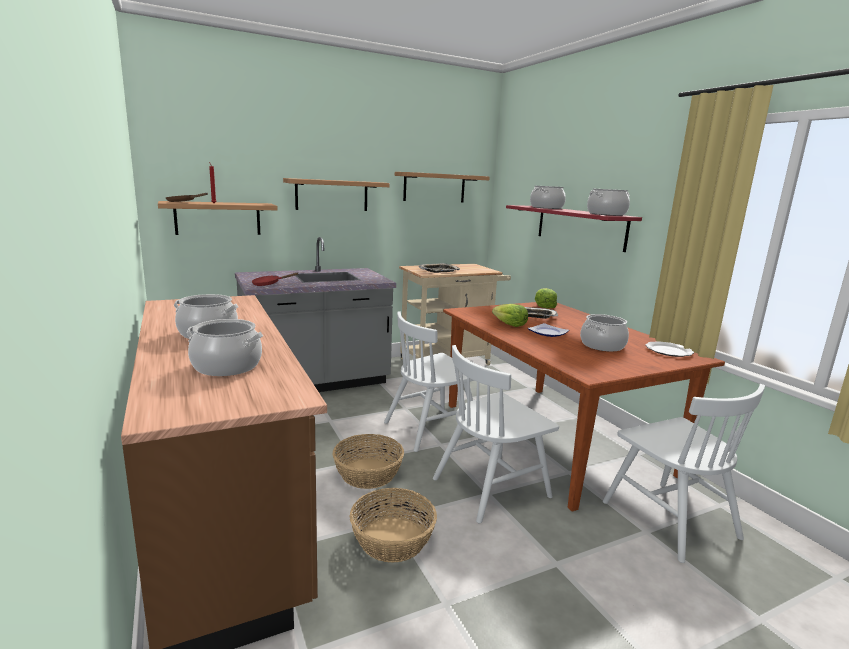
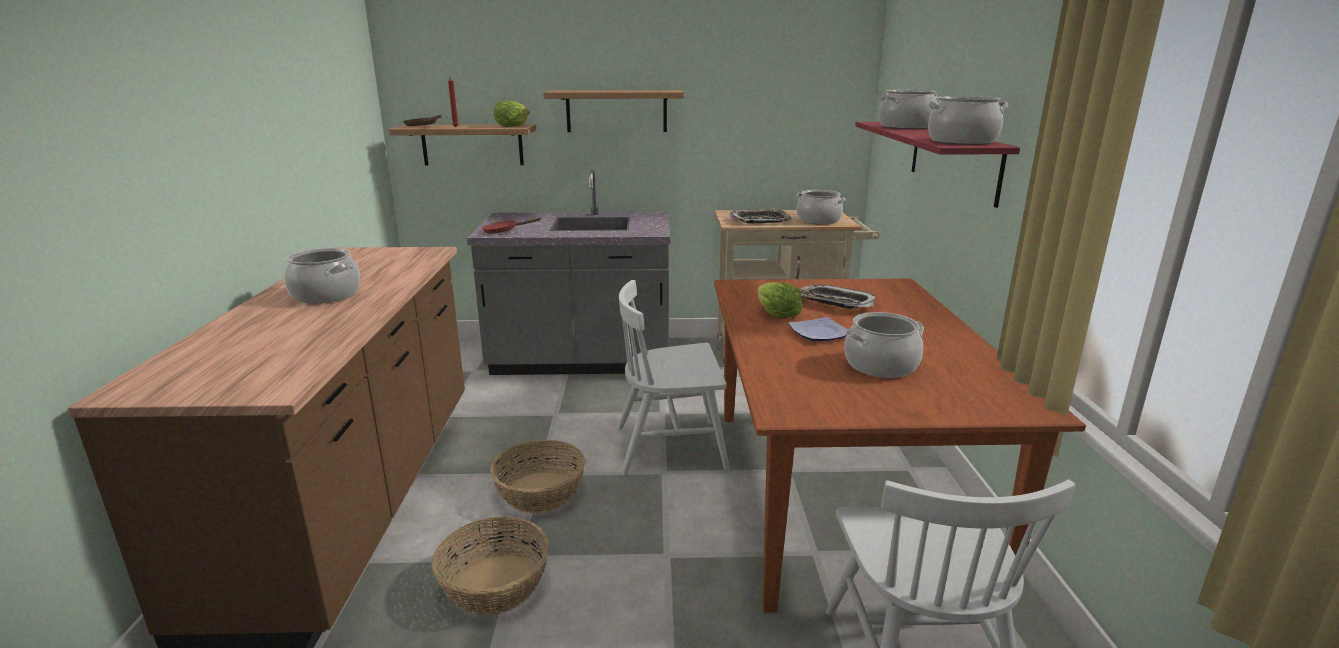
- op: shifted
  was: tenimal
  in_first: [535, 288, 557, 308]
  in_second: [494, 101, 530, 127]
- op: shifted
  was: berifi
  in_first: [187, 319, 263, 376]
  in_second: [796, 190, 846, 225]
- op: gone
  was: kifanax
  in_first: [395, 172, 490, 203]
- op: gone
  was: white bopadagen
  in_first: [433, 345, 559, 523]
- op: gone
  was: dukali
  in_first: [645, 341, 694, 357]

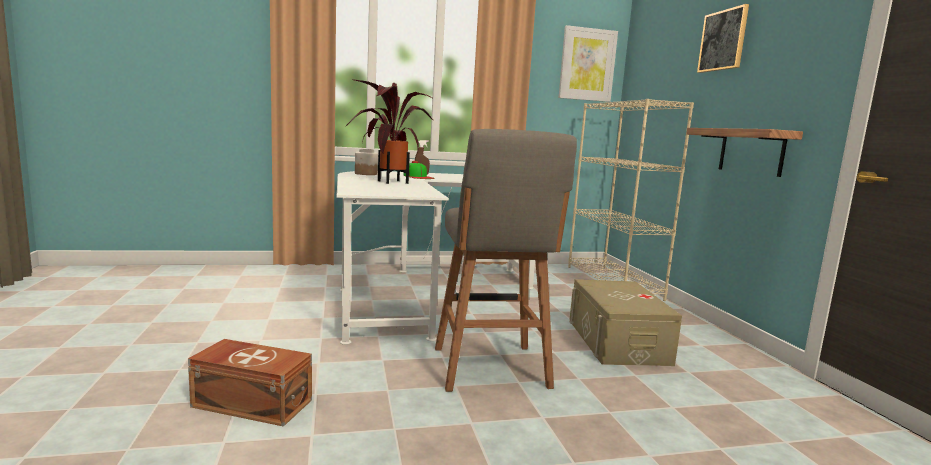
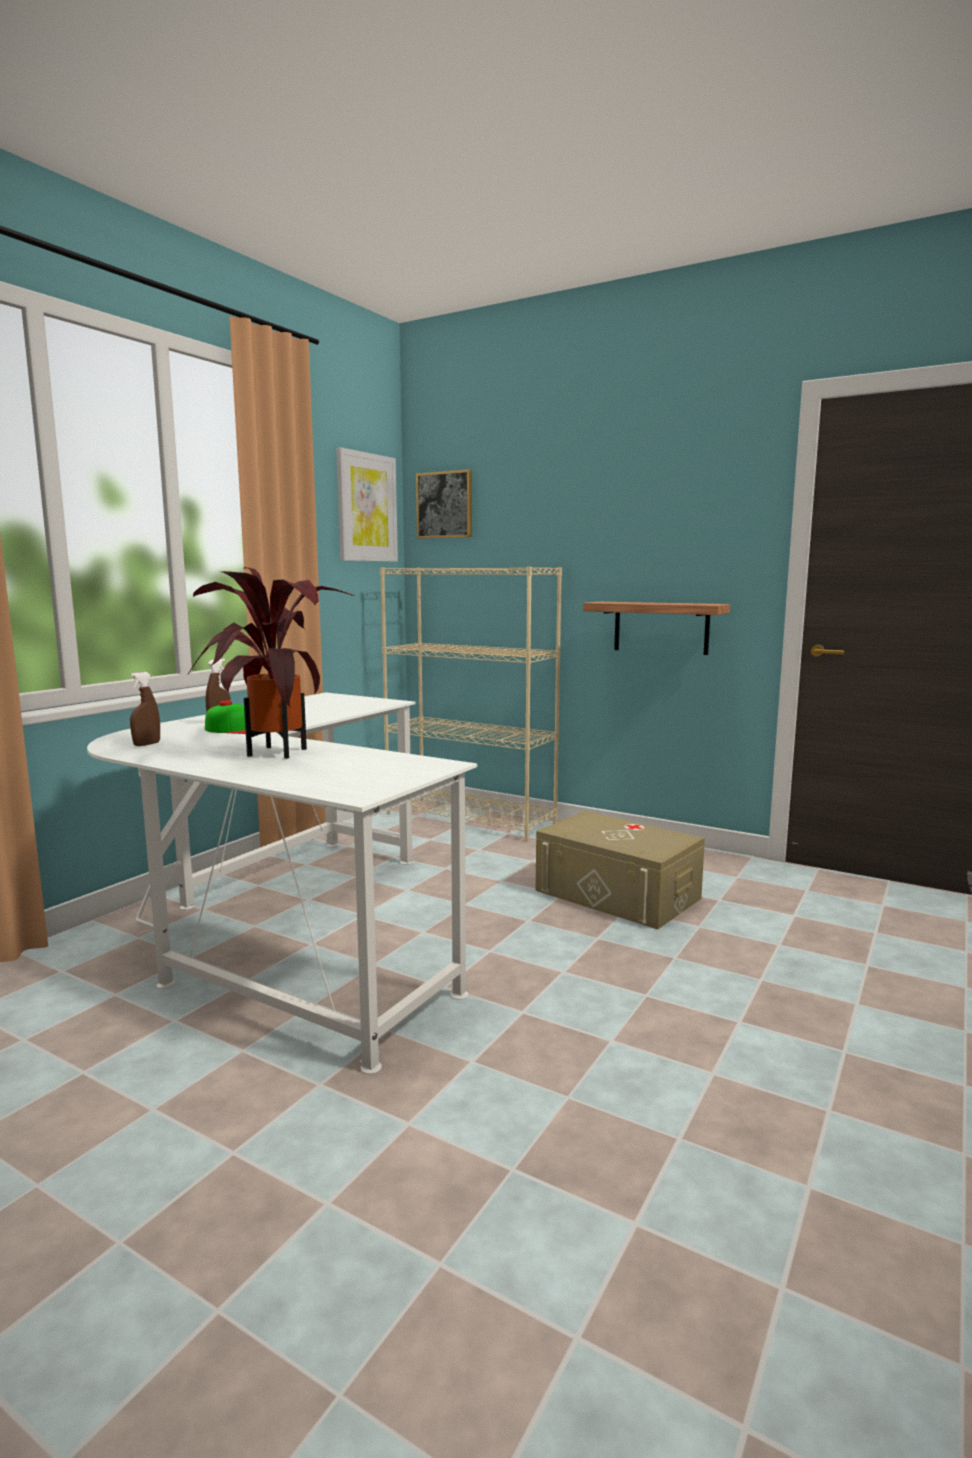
- op: swapped
  was: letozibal
  now: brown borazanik
  in_first: [355, 149, 378, 175]
  in_second: [129, 672, 160, 746]
- op: shifted
  was: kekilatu
  in_first: [697, 4, 749, 73]
  in_second: [416, 469, 472, 539]
- op: gone
  was: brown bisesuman
  in_first: [188, 339, 312, 427]
- op: gone
  was: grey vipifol
  in_first: [435, 129, 577, 392]

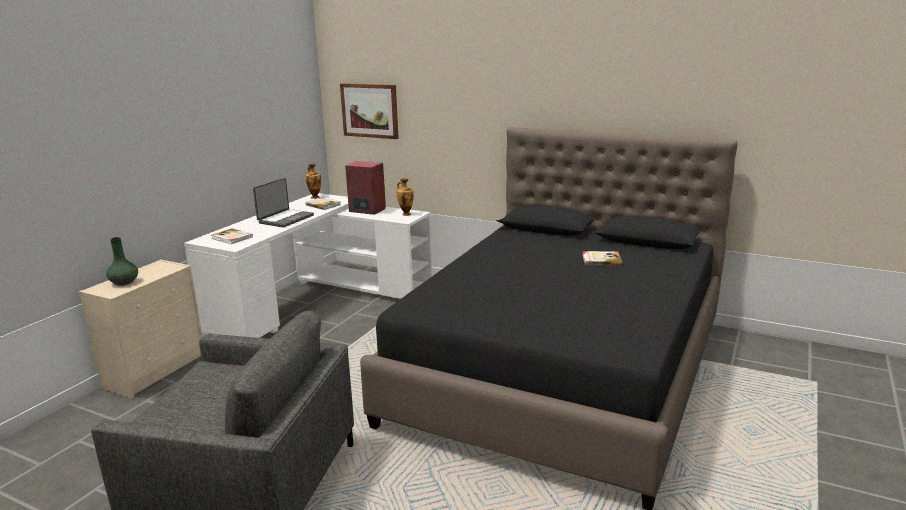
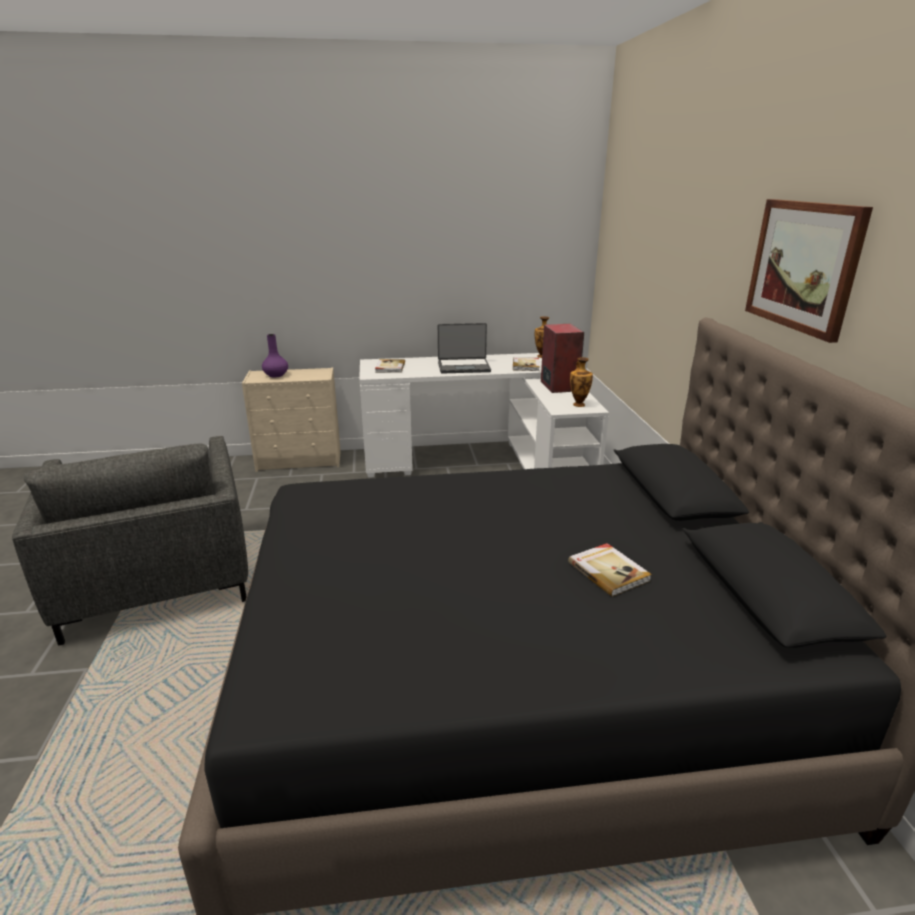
- op: repainted
  was: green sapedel
  now: purple sapedel
  in_first: [106, 237, 138, 286]
  in_second: [262, 334, 288, 377]
- op: shifted
  was: kekilatu
  in_first: [340, 83, 399, 139]
  in_second: [745, 199, 873, 343]

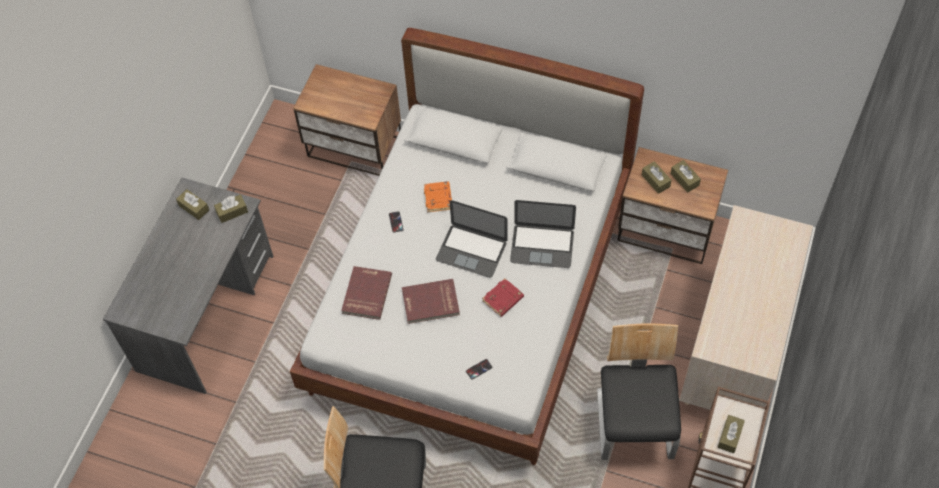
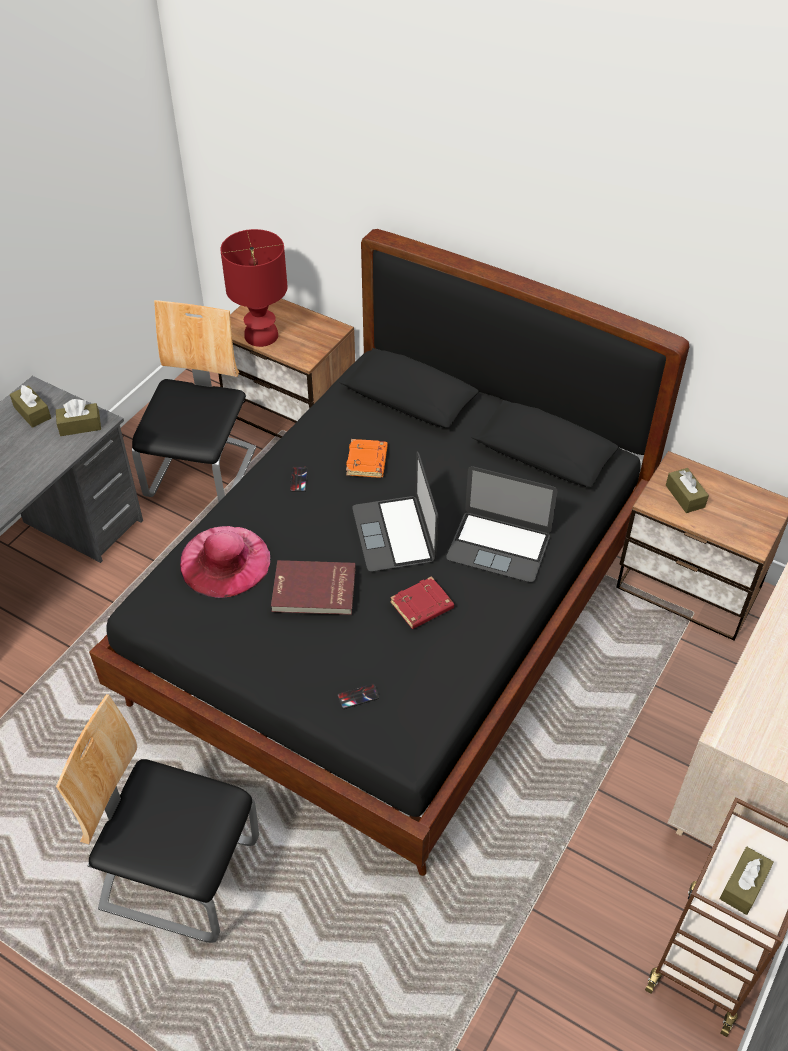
- op: repainted
  was: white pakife
  now: black pakife
  in_first: [290, 28, 644, 465]
  in_second: [89, 229, 689, 876]
- op: shifted
  was: bopadagen
  in_first: [597, 323, 681, 460]
  in_second: [132, 300, 256, 502]
- op: swapped
  was: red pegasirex
  now: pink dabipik
  in_first: [341, 266, 392, 320]
  in_second: [180, 526, 270, 598]
- op: new
  now: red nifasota
  in_second: [220, 229, 288, 347]
- op: rotated
  was: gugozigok
  in_first: [436, 200, 507, 278]
  in_second: [352, 452, 438, 572]
  clockwise: 45
- op: gone
  was: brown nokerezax
  in_first: [671, 160, 701, 192]

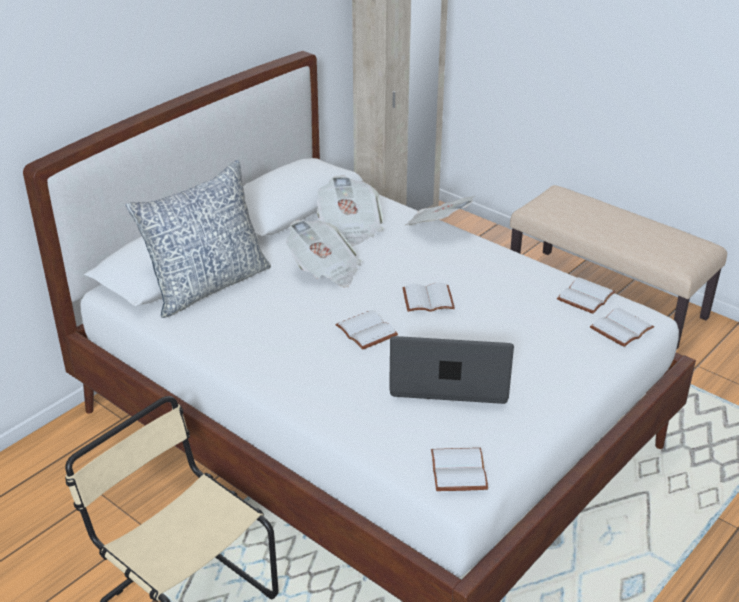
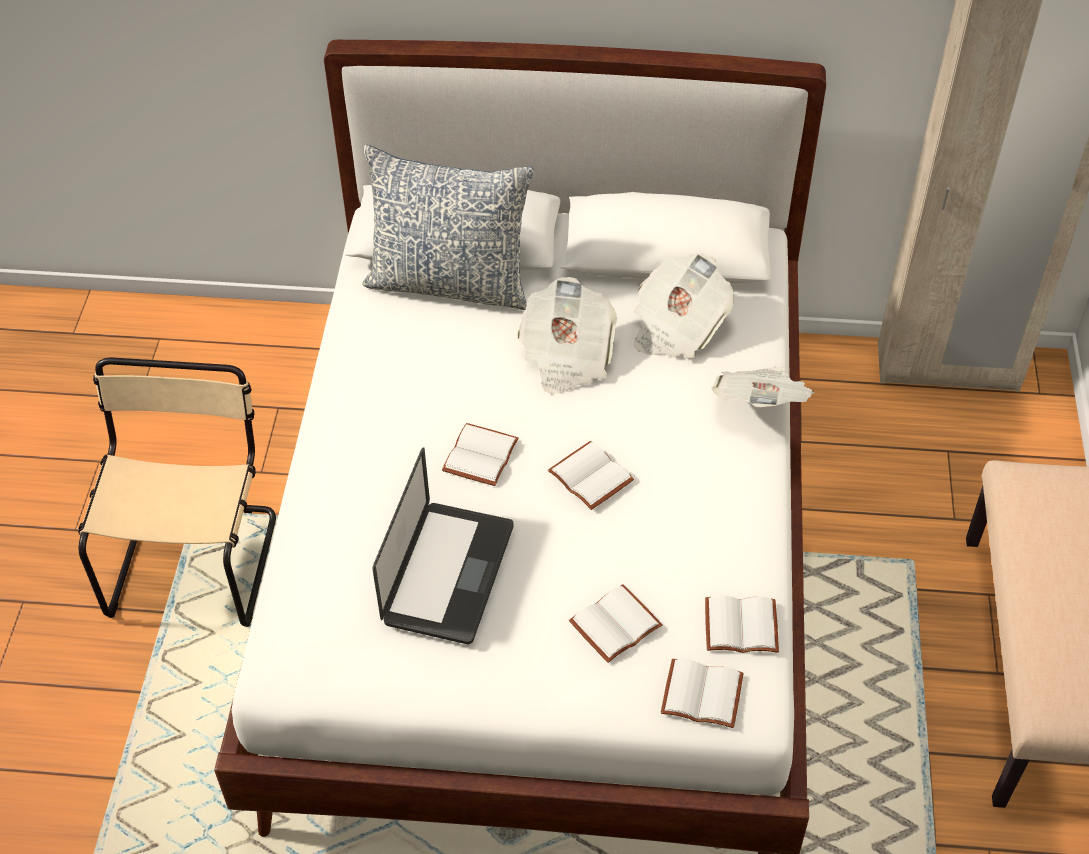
- op: rotated
  was: gugozigok
  in_first: [389, 336, 514, 404]
  in_second: [372, 447, 514, 644]
  clockwise: 45
- op: shifted
  was: white pegasirex
  in_first: [431, 448, 488, 491]
  in_second: [569, 584, 663, 663]

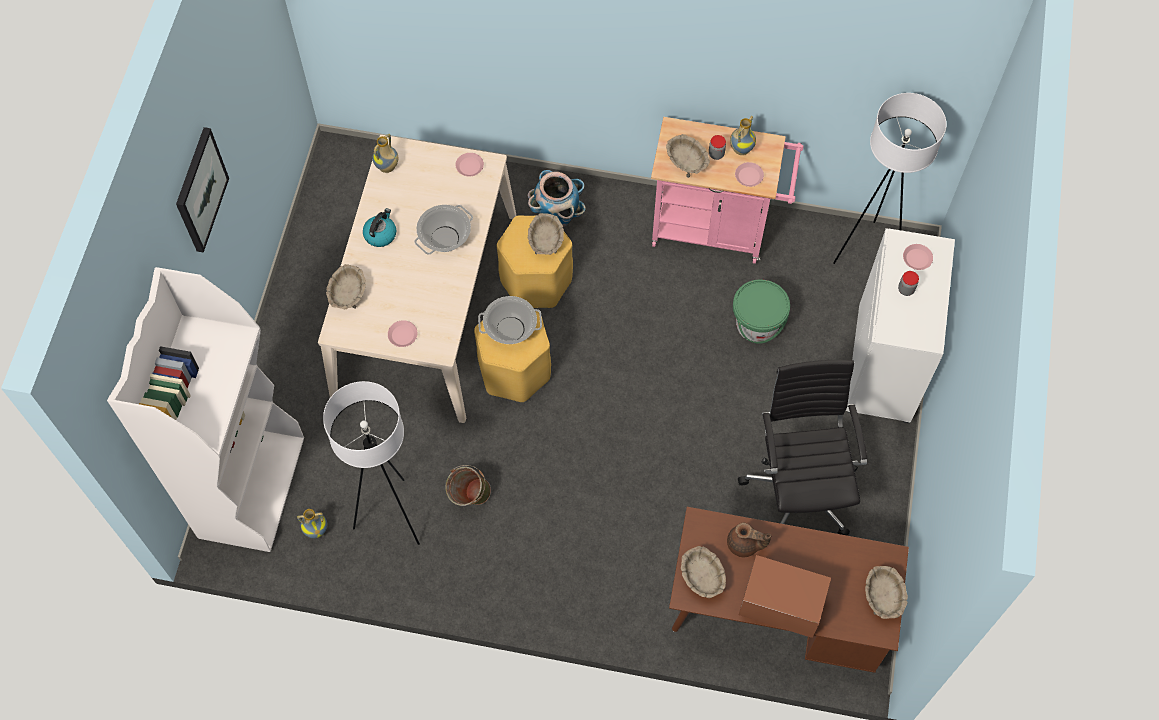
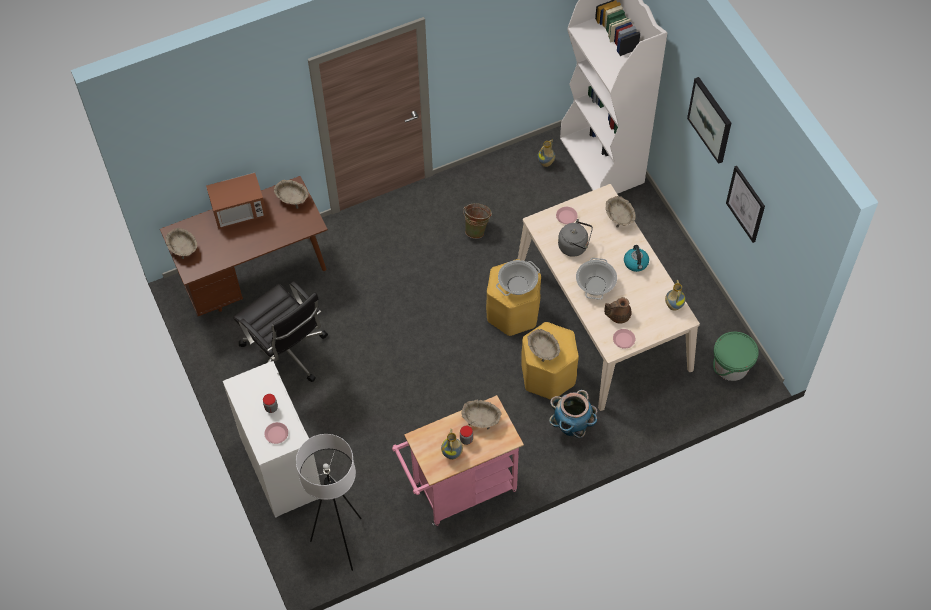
- op: new
  now: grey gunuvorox
  in_second: [558, 219, 593, 257]
- op: shifted
  was: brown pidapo
  in_first: [727, 523, 772, 558]
  in_second: [604, 297, 632, 324]
- op: shifted
  was: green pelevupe
  in_first: [733, 279, 790, 344]
  in_second: [713, 332, 759, 381]
- op: new
  now: kekilatu
  in_second: [726, 166, 765, 243]
- op: gone
  was: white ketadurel
  in_first: [323, 381, 420, 545]
- op: gone
  was: pink dukali
  in_first: [735, 162, 764, 187]

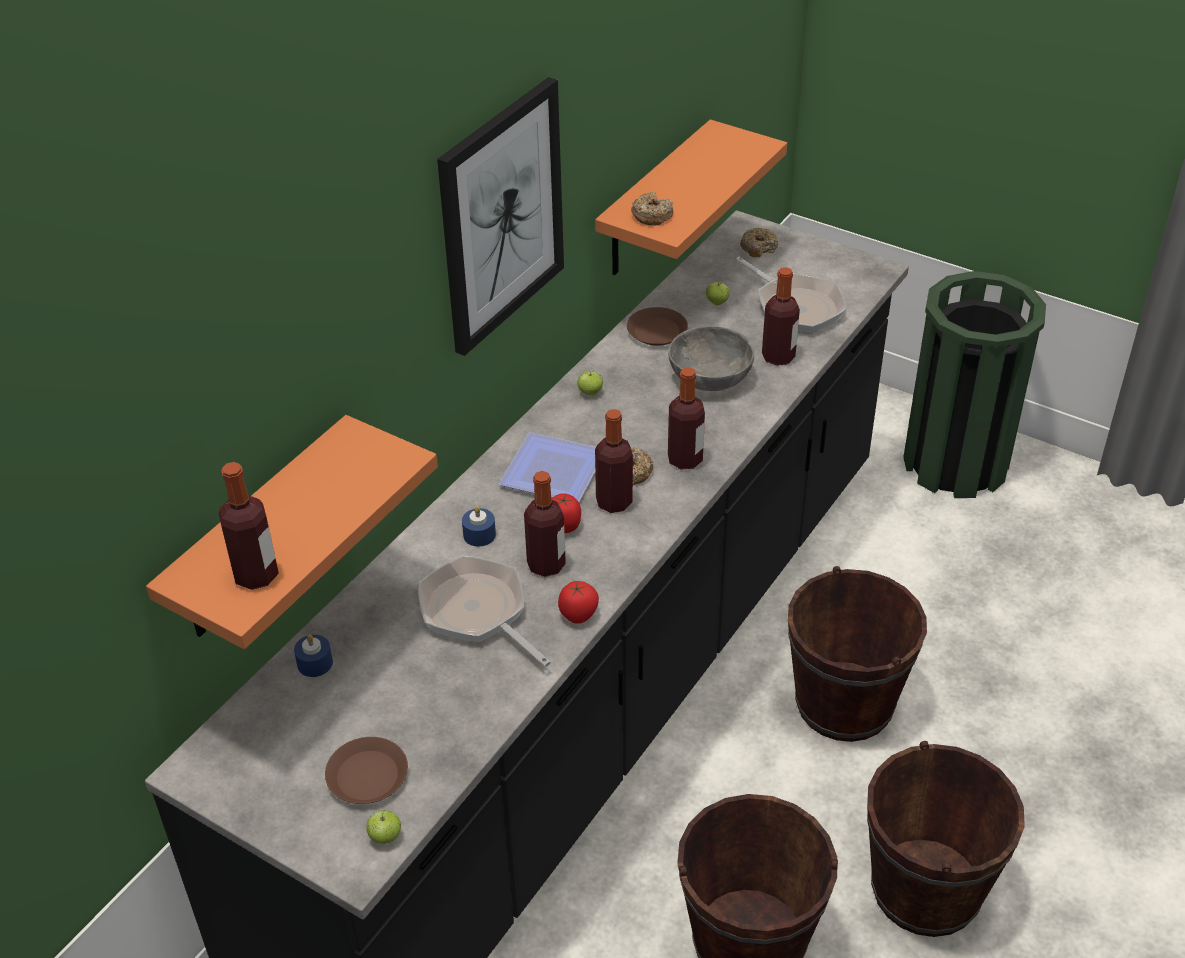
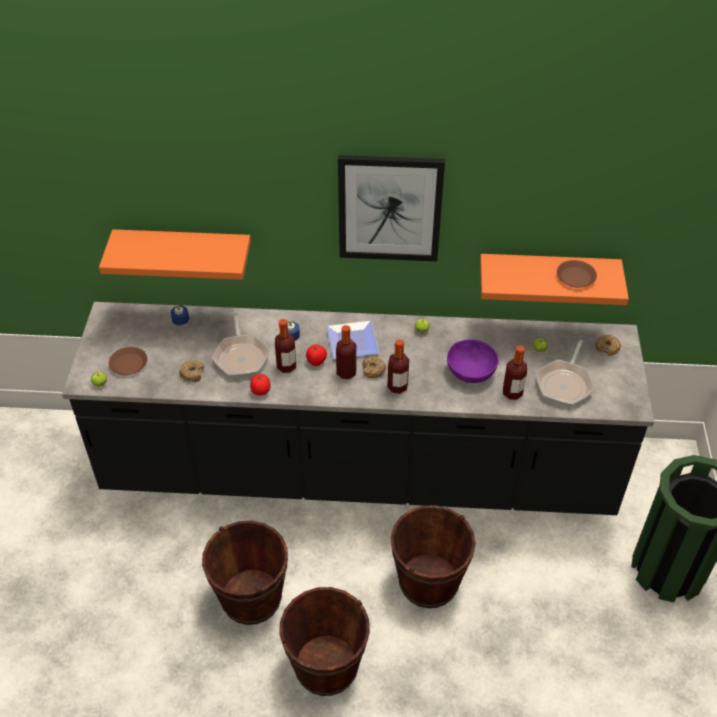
- op: shifted
  was: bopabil
  in_first: [631, 192, 673, 226]
  in_second: [179, 360, 205, 382]
- op: rotated
  was: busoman
  in_first: [418, 555, 551, 667]
  in_second: [212, 312, 270, 378]
  clockwise: 150
- op: repainted
  was: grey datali
  now: purple datali
  in_first: [668, 326, 754, 391]
  in_second: [447, 339, 499, 383]
- op: shifted
  was: brown dukali
  in_first: [627, 307, 688, 346]
  in_second: [557, 260, 597, 288]
- op: gone
  was: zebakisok
  in_first: [219, 462, 279, 590]

